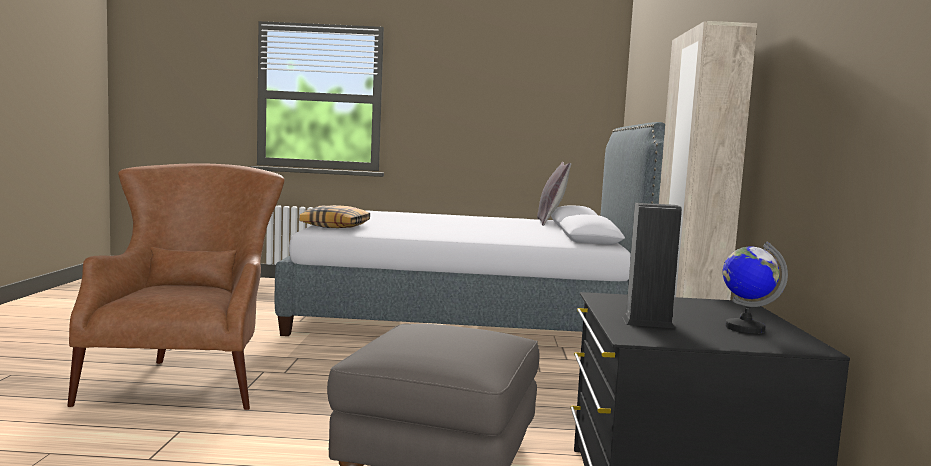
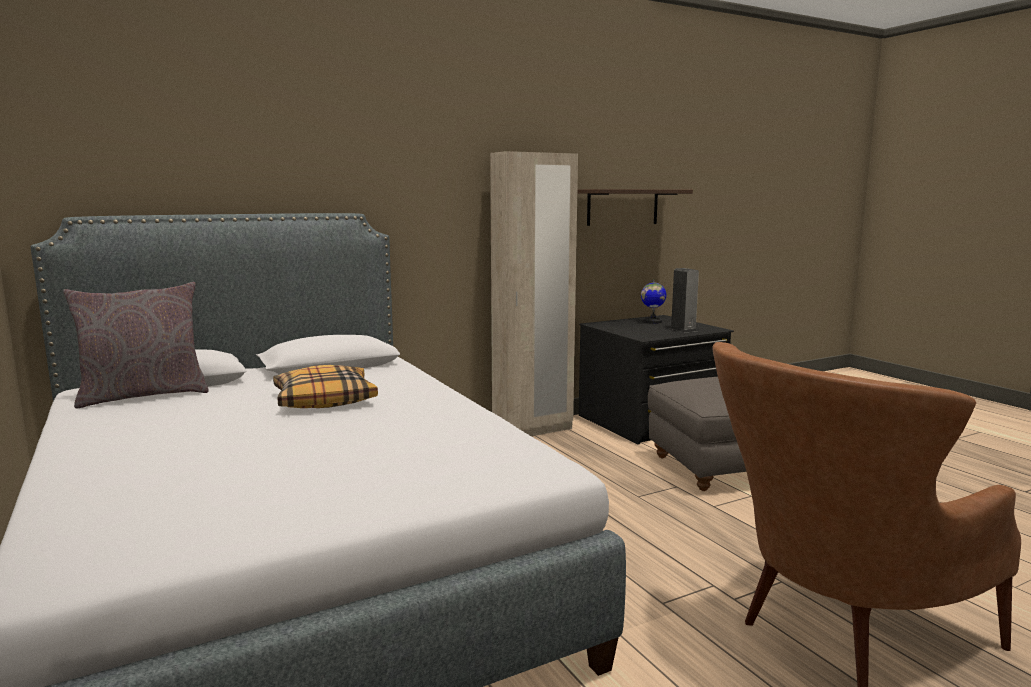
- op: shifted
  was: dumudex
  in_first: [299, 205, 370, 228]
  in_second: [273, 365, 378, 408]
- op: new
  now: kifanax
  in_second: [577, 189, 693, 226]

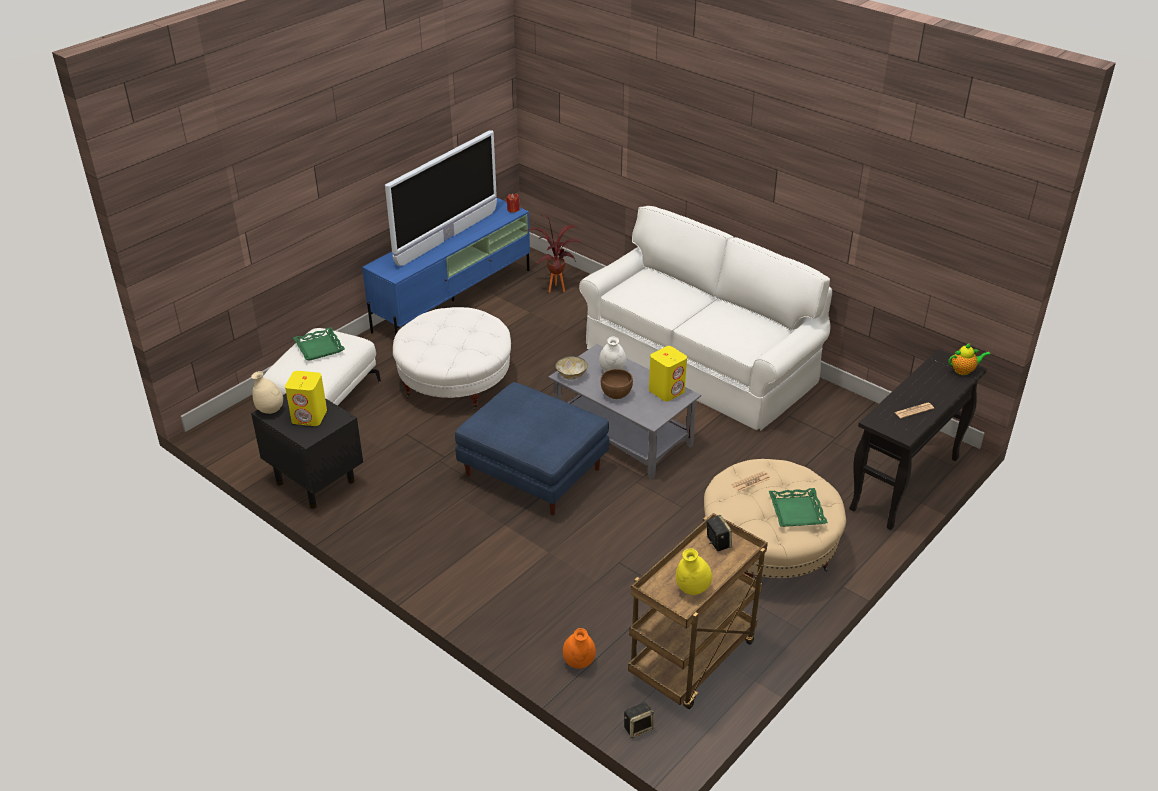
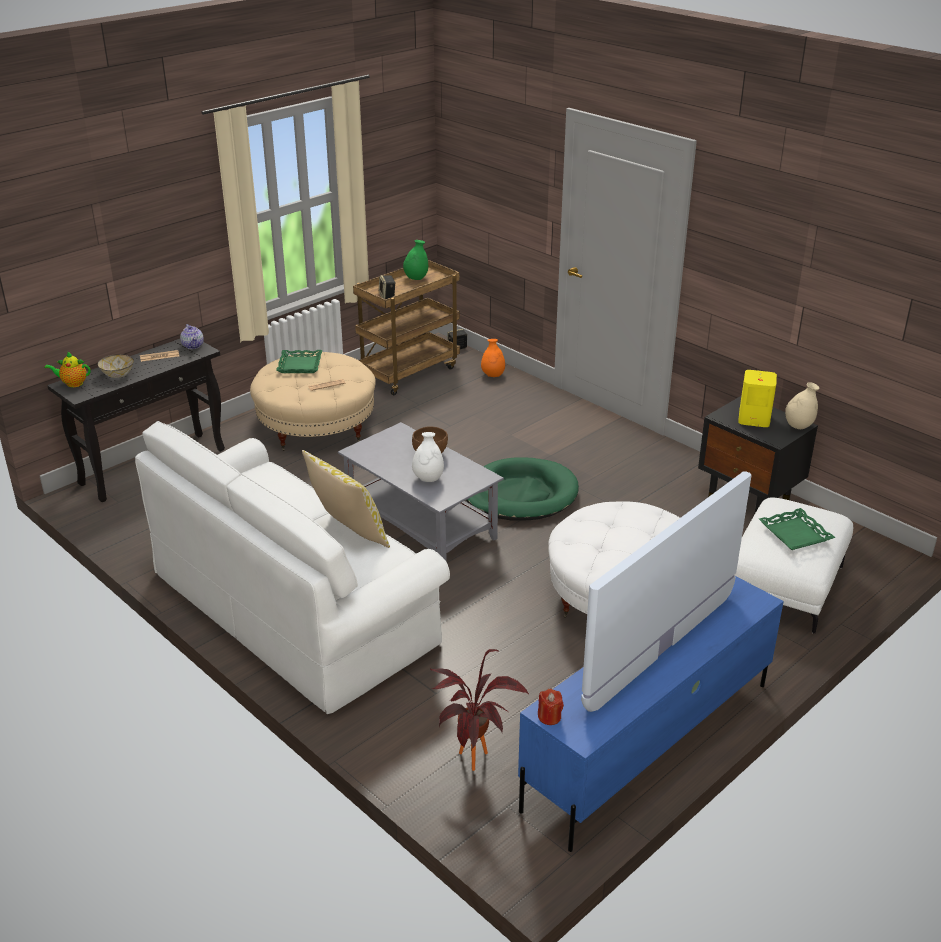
- op: shifted
  was: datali
  in_first: [555, 356, 588, 380]
  in_second: [98, 354, 134, 378]
- op: new
  now: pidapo
  in_second: [180, 324, 204, 349]
- op: new
  now: dumudex
  in_second: [302, 450, 390, 548]
- op: repainted
  was: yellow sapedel
  now: green sapedel
  in_first: [676, 548, 712, 595]
  in_second: [403, 240, 428, 280]
- op: swapped
  was: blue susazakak
  now: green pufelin
  in_first: [455, 382, 609, 515]
  in_second: [466, 457, 579, 521]
- op: gone
  was: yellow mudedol
  in_first: [649, 346, 687, 401]

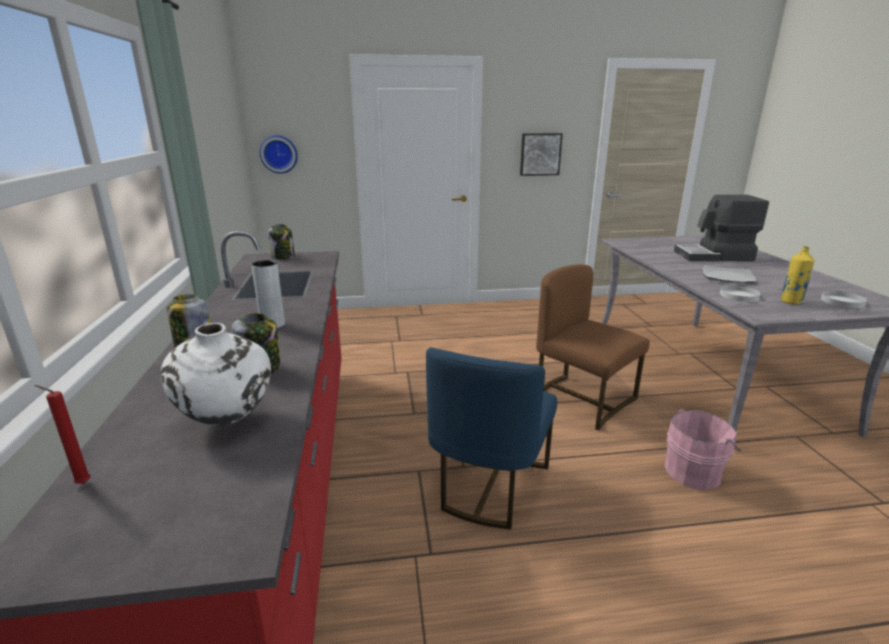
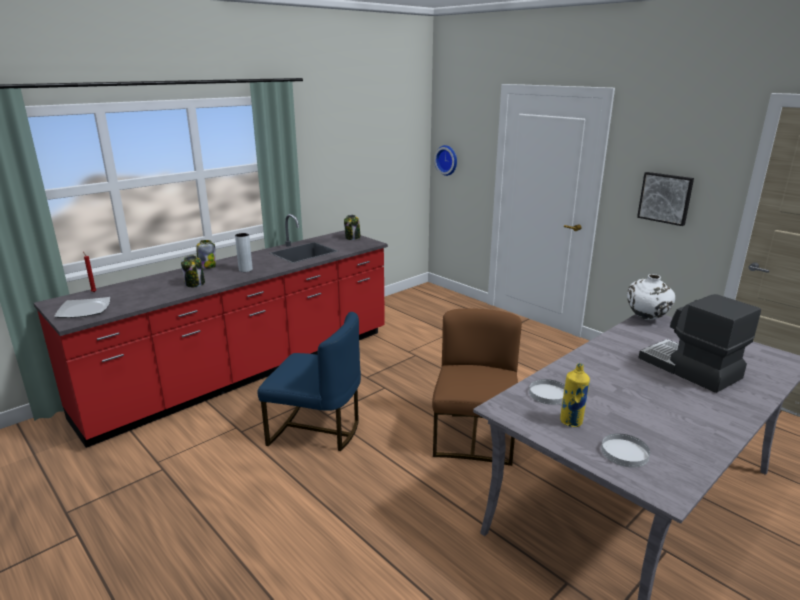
- op: shifted
  was: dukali
  in_first: [702, 265, 756, 283]
  in_second: [54, 297, 110, 318]
- op: rotated
  was: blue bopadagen
  in_first: [426, 347, 557, 529]
  in_second: [258, 312, 361, 451]
  clockwise: -150
- op: shifted
  was: white sapedel
  in_first: [161, 323, 271, 425]
  in_second: [627, 274, 675, 320]
- op: gone
  was: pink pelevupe
  in_first: [665, 409, 741, 490]

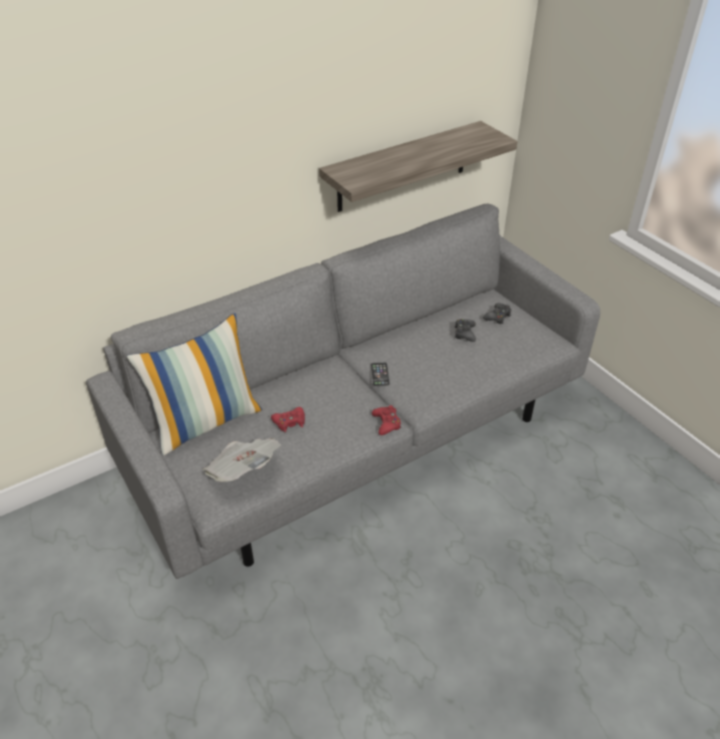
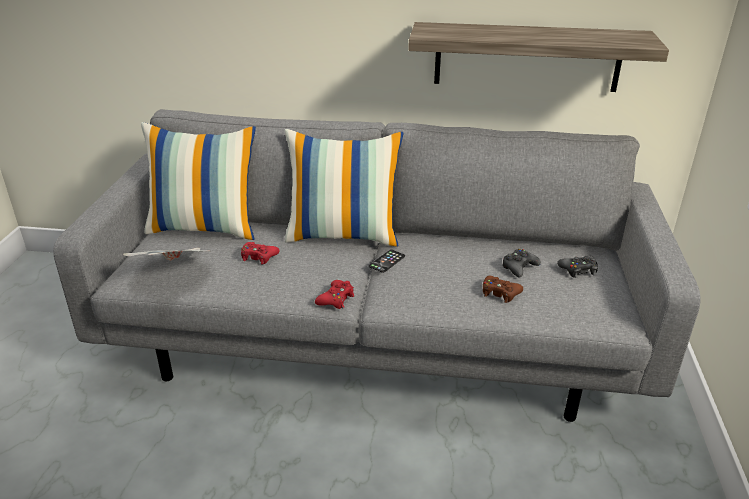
- op: new
  now: dumudex
  in_second: [285, 129, 403, 247]
- op: new
  now: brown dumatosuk
  in_second: [483, 276, 523, 303]

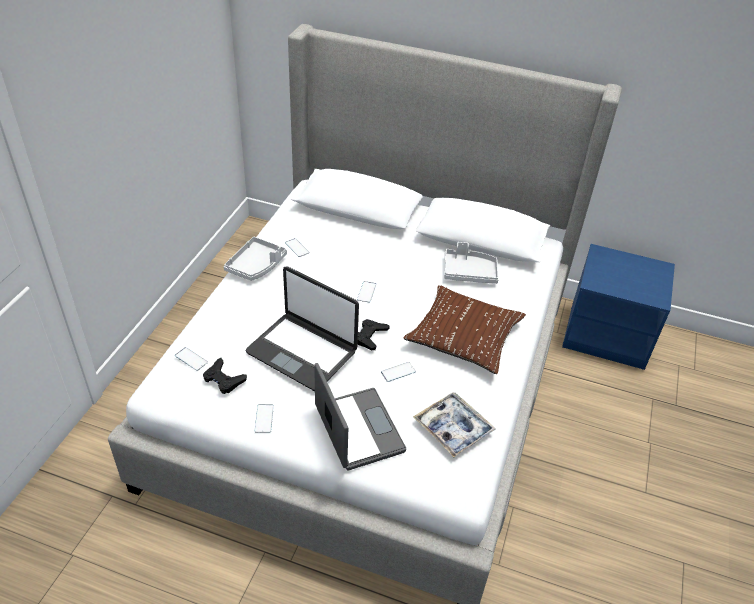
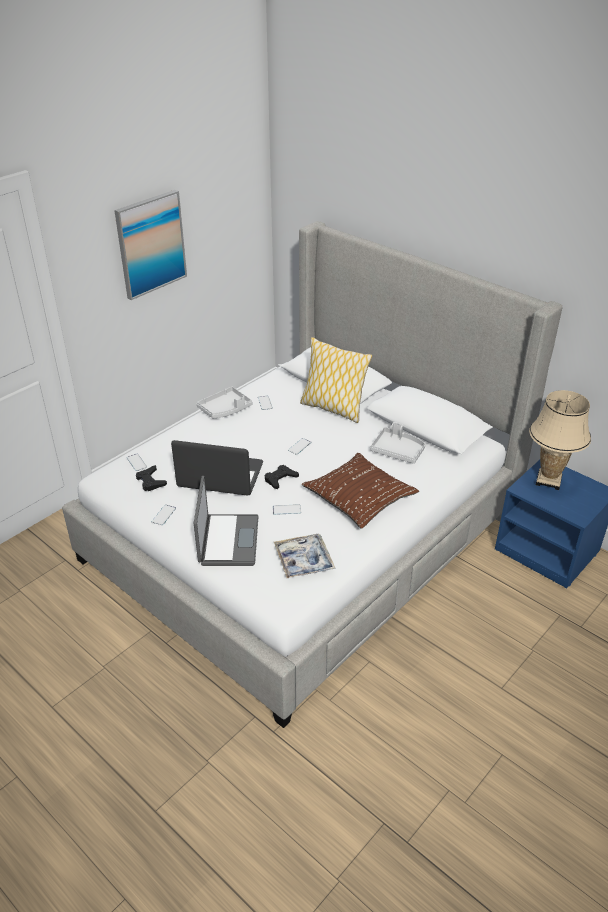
- op: new
  now: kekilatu
  in_second: [114, 190, 187, 300]
- op: rotated
  was: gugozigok
  in_first: [245, 266, 359, 391]
  in_second: [171, 440, 263, 496]
  clockwise: 135
- op: new
  now: dumudex
  in_second: [300, 337, 372, 423]
- op: new
  now: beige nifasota
  in_second: [529, 390, 591, 490]

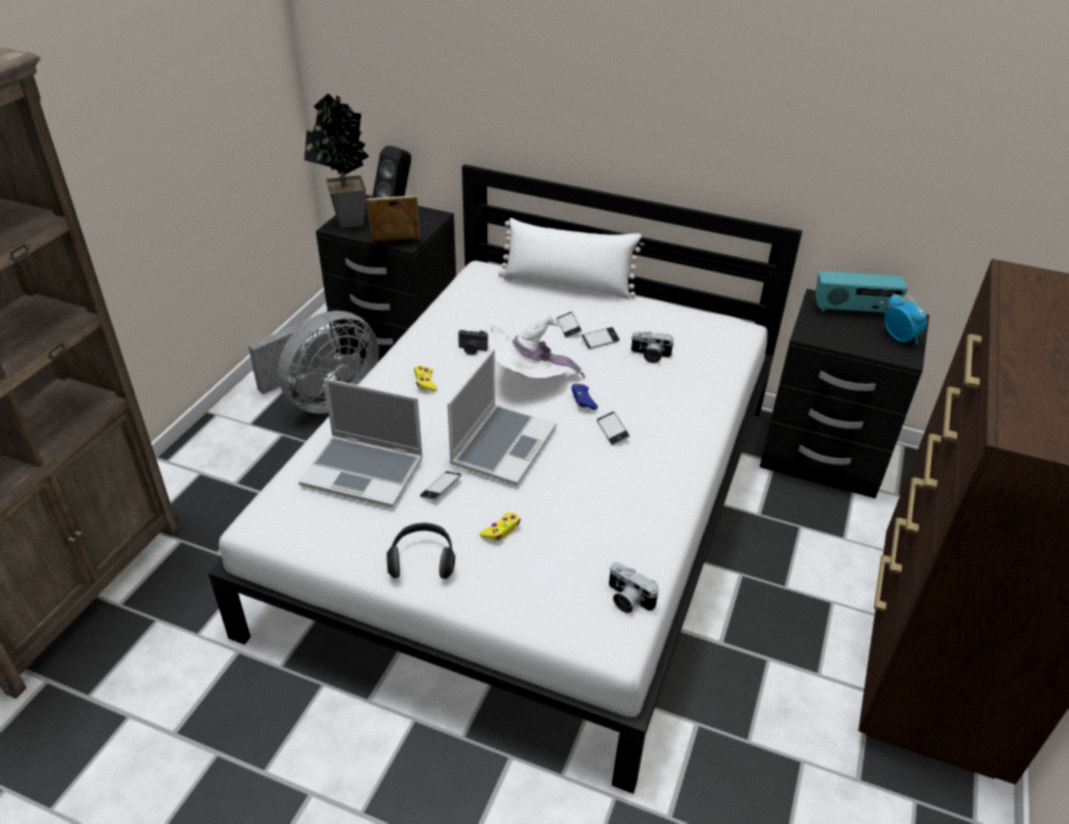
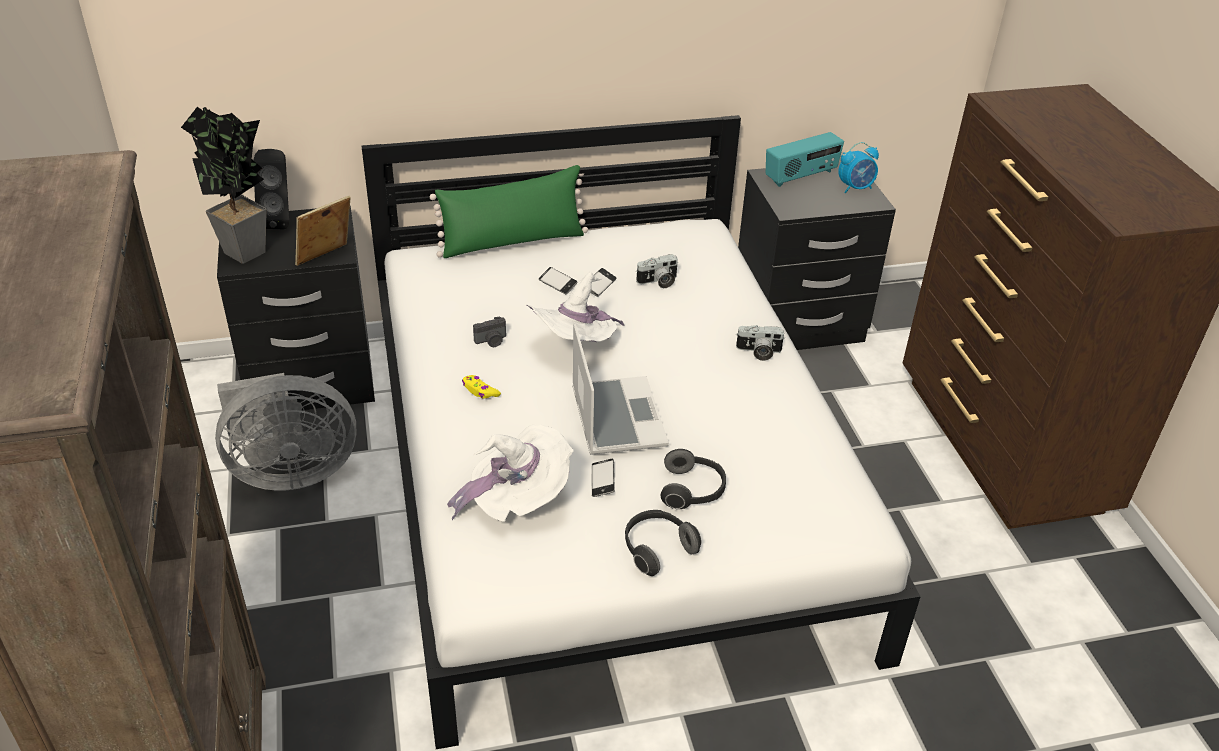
- op: rotated
  was: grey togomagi
  in_first: [248, 311, 379, 414]
  in_second: [215, 373, 356, 490]
  clockwise: 60
- op: repainted
  was: white dumudex
  now: green dumudex
  in_first: [498, 218, 645, 299]
  in_second: [430, 165, 588, 258]
- op: swapped
  was: gugozigok
  now: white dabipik
  in_first: [299, 378, 423, 508]
  in_second: [447, 425, 574, 522]
- op: swapped
  was: yellow dumatosuk
  now: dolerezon
  in_first: [480, 512, 521, 541]
  in_second: [661, 449, 726, 509]
- op: shifted
  was: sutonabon
  in_first: [609, 562, 659, 613]
  in_second: [736, 325, 785, 361]
- op: rotated
  was: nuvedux
  in_first: [884, 294, 927, 345]
  in_second: [838, 142, 879, 193]
  clockwise: 135
- op: gone
  was: blue dumatosuk
  in_first: [571, 384, 598, 410]
- op: gone
  was: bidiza
  in_first: [597, 411, 629, 445]

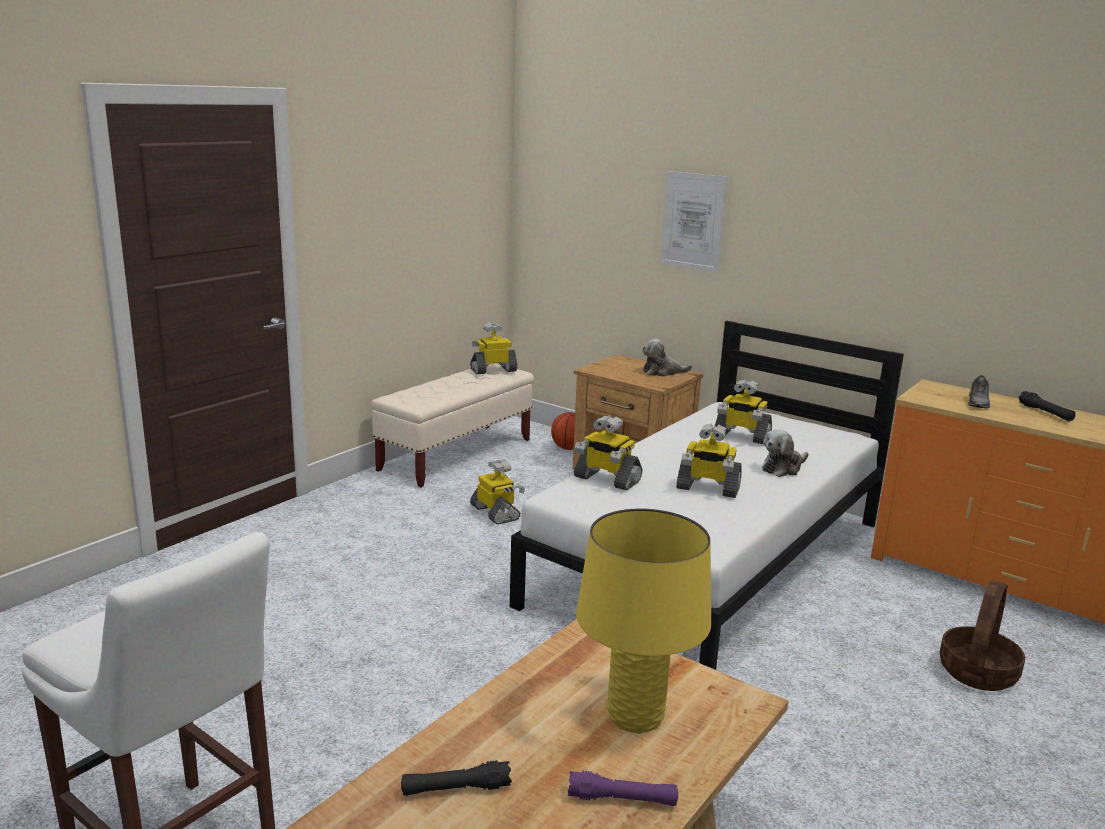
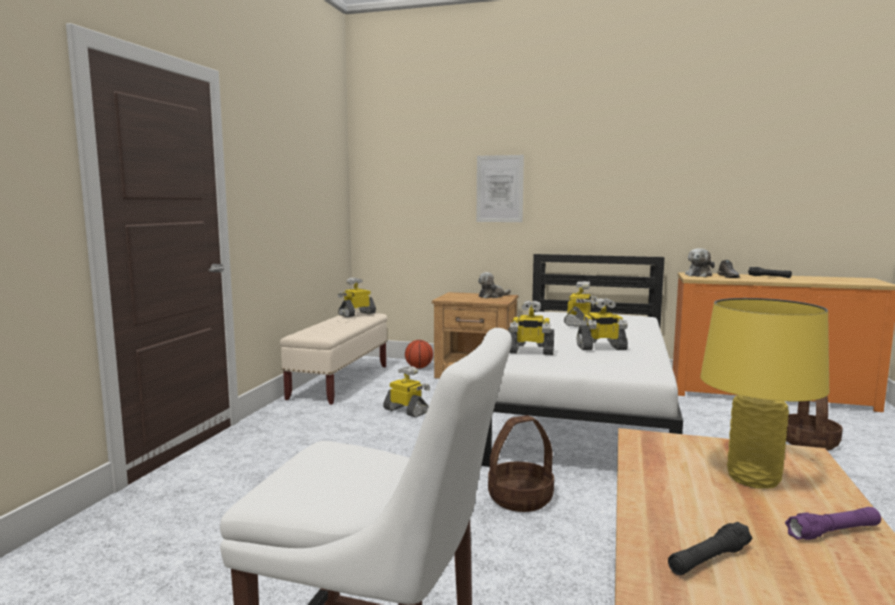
- op: new
  now: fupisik
  in_second: [488, 415, 554, 512]
- op: rotated
  was: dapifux
  in_first: [715, 380, 772, 444]
  in_second: [564, 281, 598, 327]
  clockwise: -75
- op: shifted
  was: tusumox
  in_first: [762, 430, 808, 477]
  in_second: [685, 248, 715, 277]

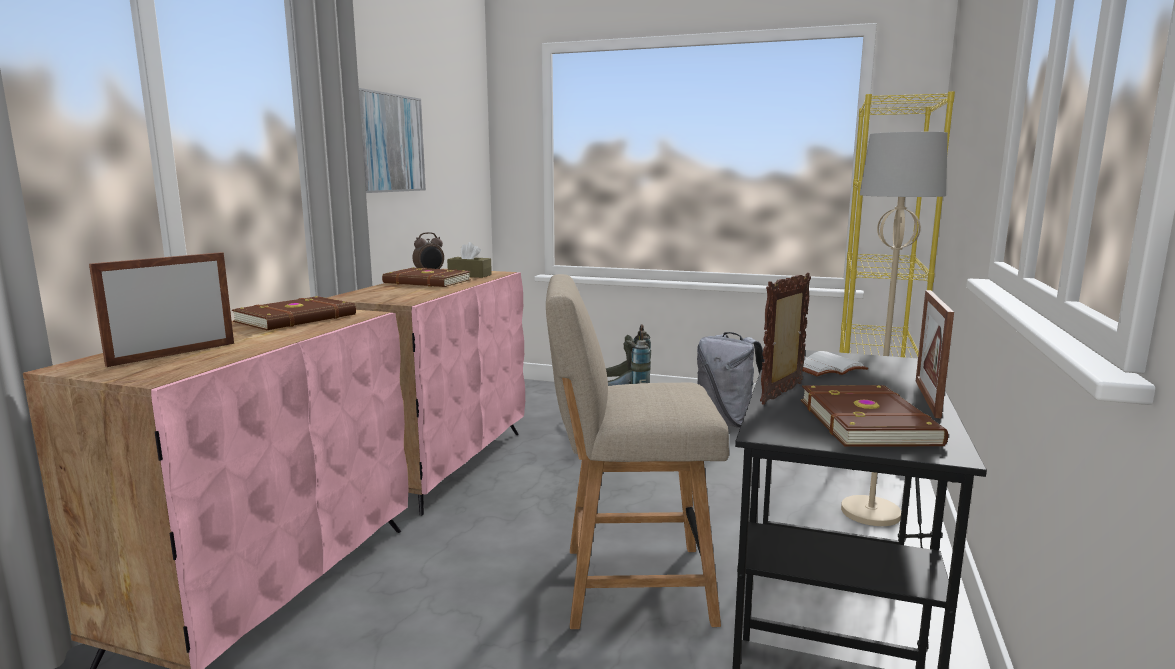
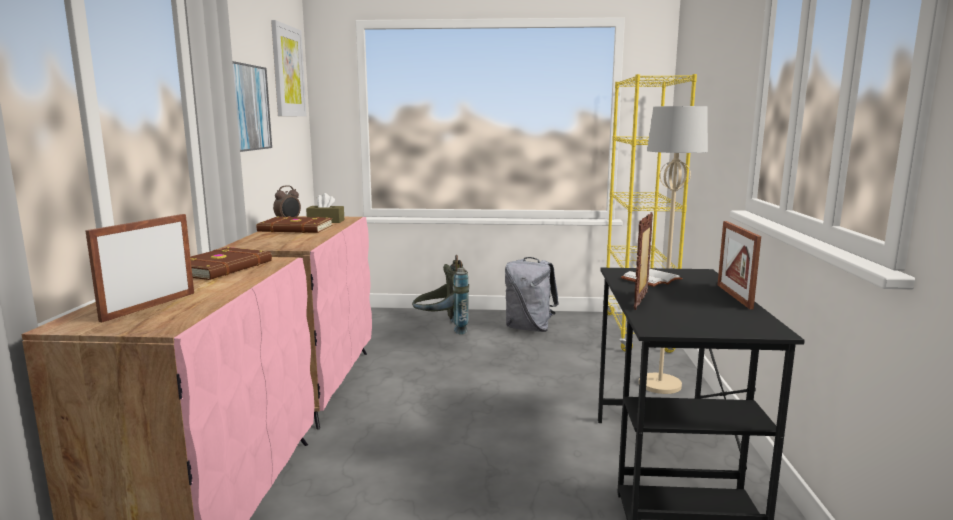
- op: new
  now: kekilatu
  in_second: [271, 20, 307, 116]
- op: gone
  was: beige bopadagen
  in_first: [546, 274, 729, 629]
- op: gone
  was: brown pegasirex
  in_first: [800, 385, 948, 447]

